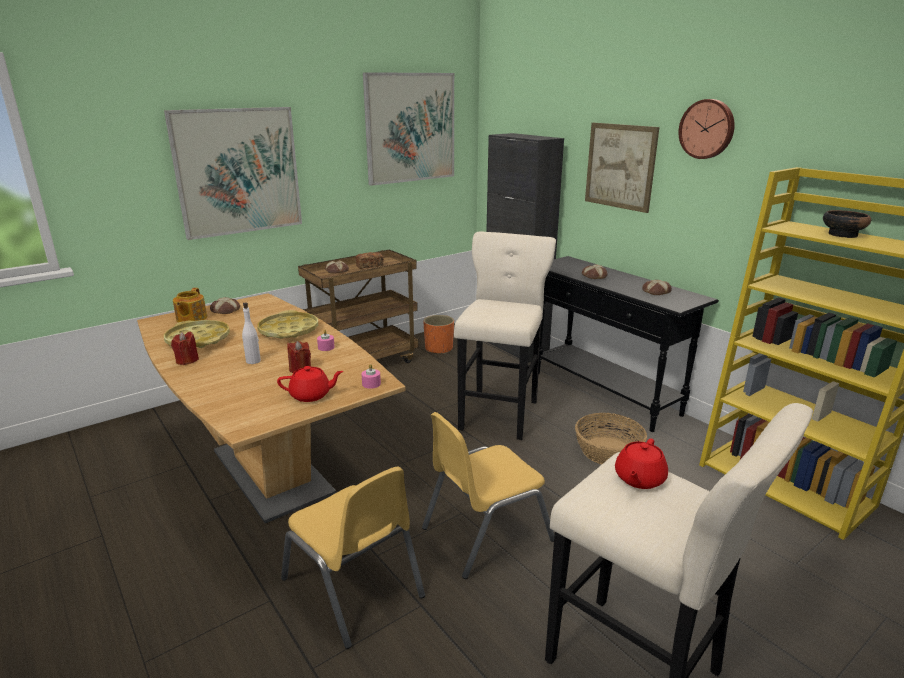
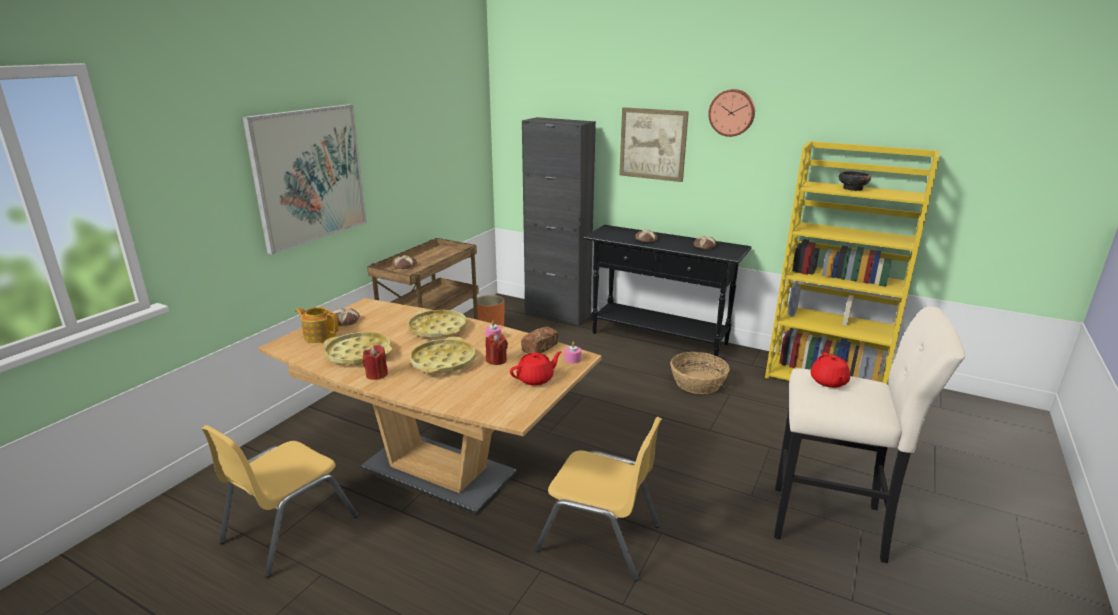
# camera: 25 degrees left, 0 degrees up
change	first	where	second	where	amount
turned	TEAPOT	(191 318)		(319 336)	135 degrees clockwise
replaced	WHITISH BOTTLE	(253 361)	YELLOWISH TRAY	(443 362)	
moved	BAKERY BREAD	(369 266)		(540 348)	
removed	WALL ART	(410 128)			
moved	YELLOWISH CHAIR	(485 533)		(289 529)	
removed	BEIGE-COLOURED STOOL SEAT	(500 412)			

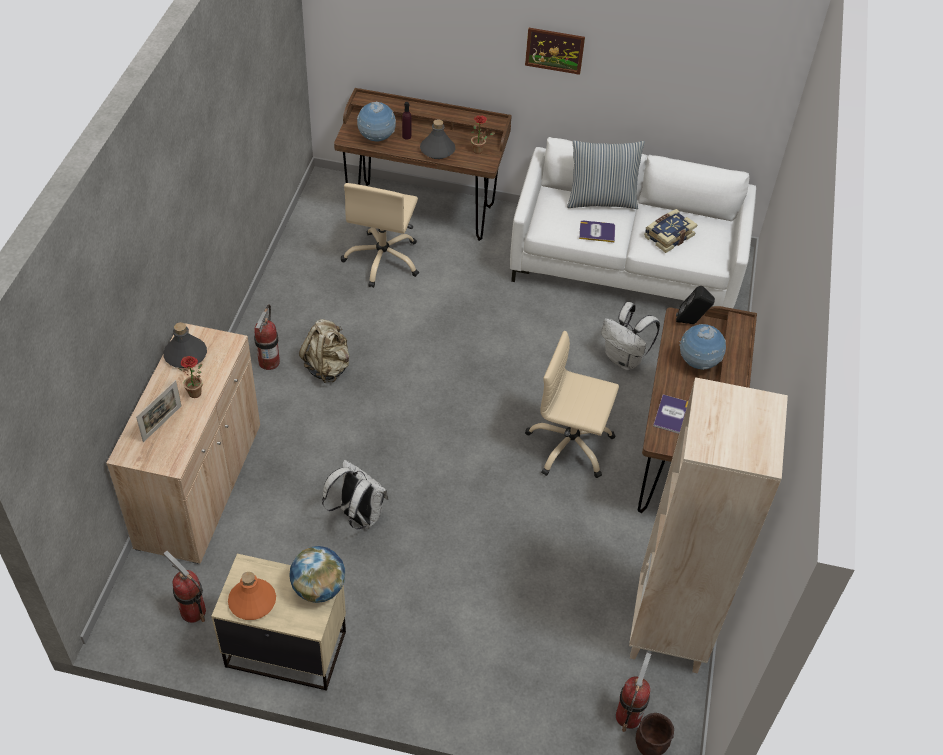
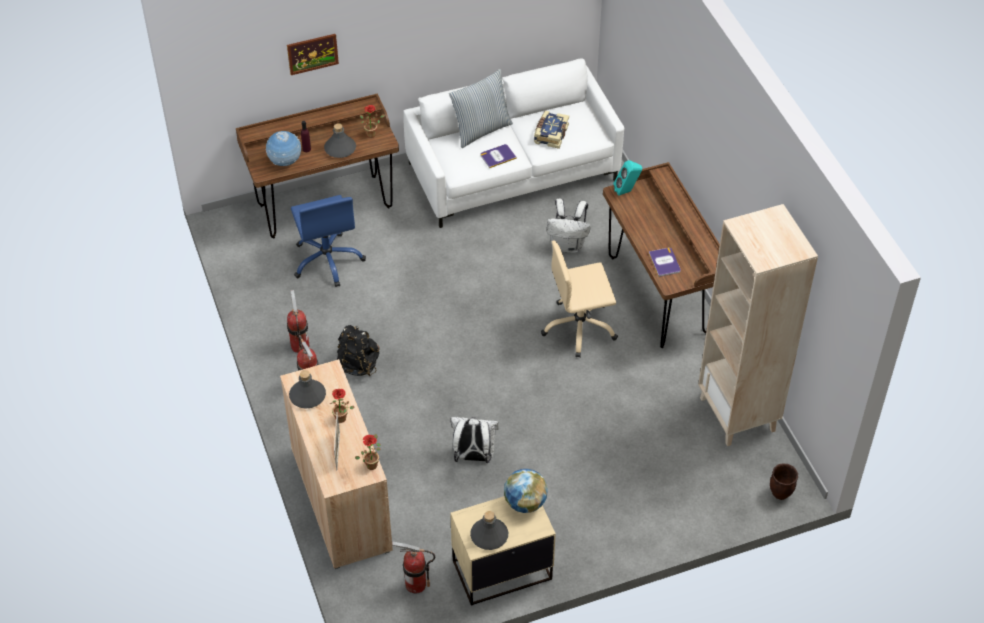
# camera: 30 degrees left, 0 degrees up
change	first	where	second	where	amount
recoloured	ORANGEY BOTTLE	(252 602)	GRAY BOTTLE	(489 536)	
recoloured	BEIGE-COLOURED BACKPACK	(327 367)	BLACK BACKPACK	(358 364)	
recoloured	BEIGE-COLOURED DESK CHAIR	(383 260)	BLUISH DESK CHAIR	(328 260)	
moved	WALL ART	(554 50)		(312 53)	
moved	FIRE-FIGHTING CYLINDER	(628 716)		(300 345)	
recoloured	BLACK SPEAKER	(691 322)	BLUE-GREEN SPEAKER	(627 191)	
removed	DESK GLOBE	(698 363)			
added			PLANT IN A POT	(371 463)	

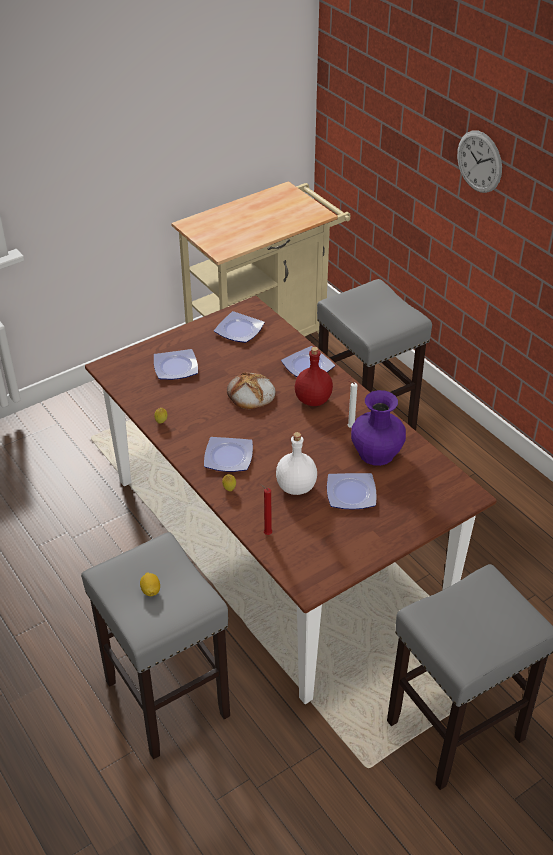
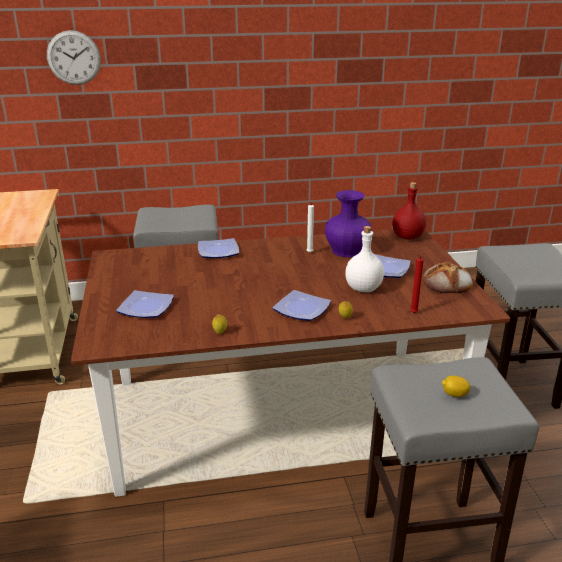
# camera: 65 degrees left, 15 degrees down
change	first	where	second	where	amount
removed	PLATE	(238 330)			
moved	BAKERY BREAD	(251 394)		(447 283)	
moved	REDDISH BOTTLE	(312 400)		(408 237)	
moved	HANGING CLOCK	(479 161)		(74 58)	

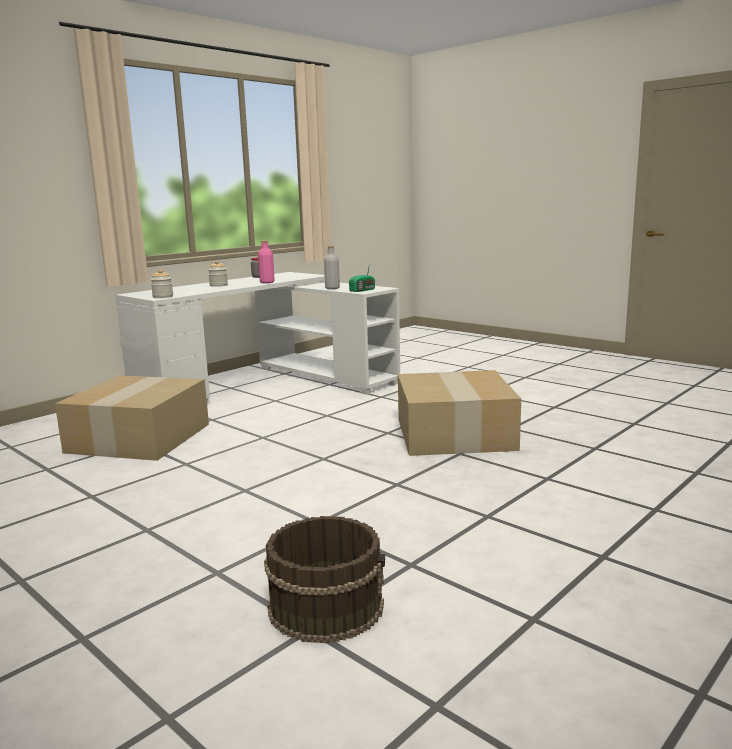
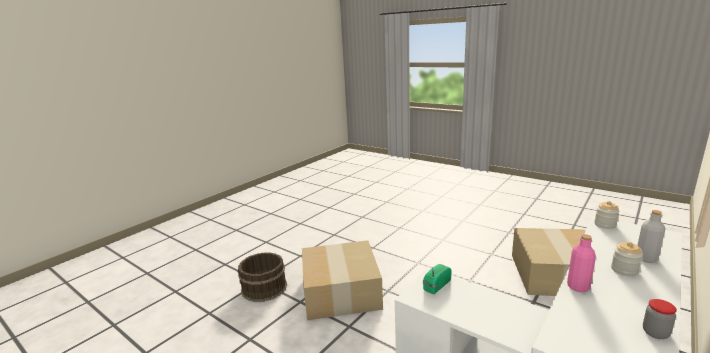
# camera: 175 degrees right, 5 degrees up
change	first	where	second	where	amount
moved	BROWNISH BUCKET	(326 606)		(264 288)	
moved	GRAY BOTTLE	(332 288)		(646 258)	

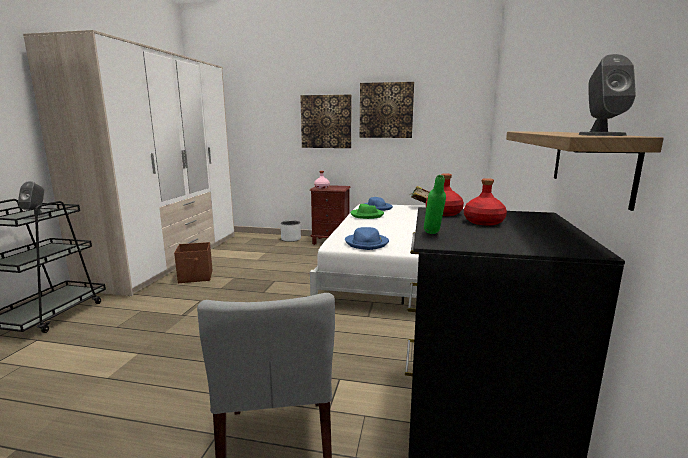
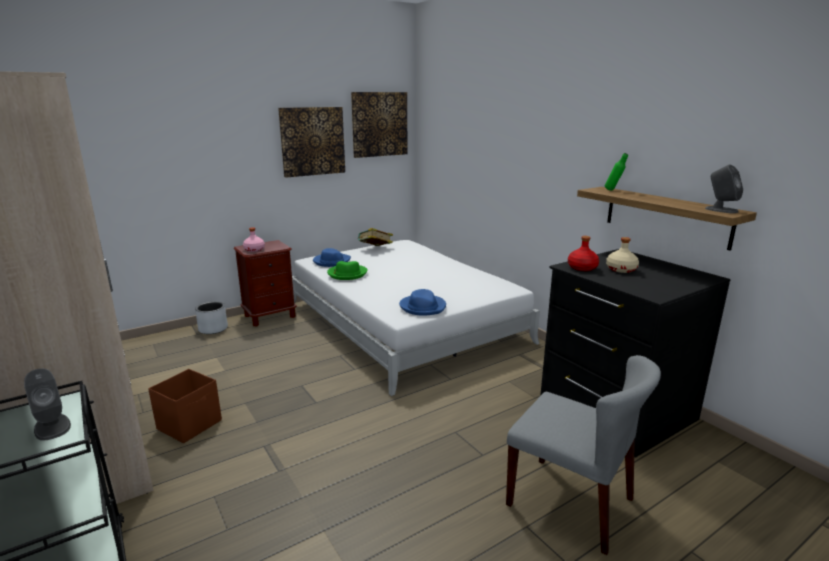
# camera: 45 degrees left, 5 degrees up
change	first	where	second	where	amount
moved	WALL ART	(326 121)		(379 124)	
moved	GREEN-COLOURED BOTTLE	(433 234)		(613 190)	
recoloured	REDDISH BOTTLE	(484 222)	BEIGE-COLOURED BOTTLE	(621 269)	

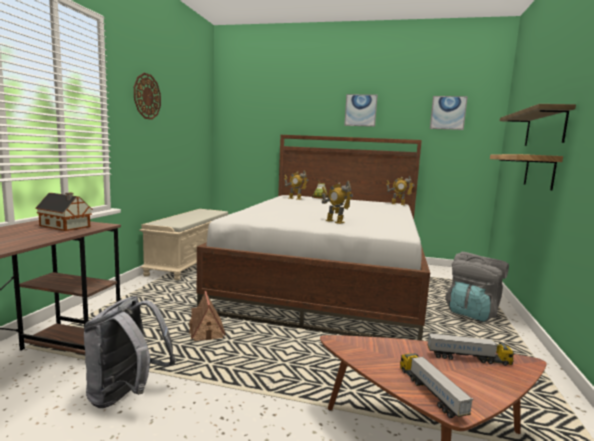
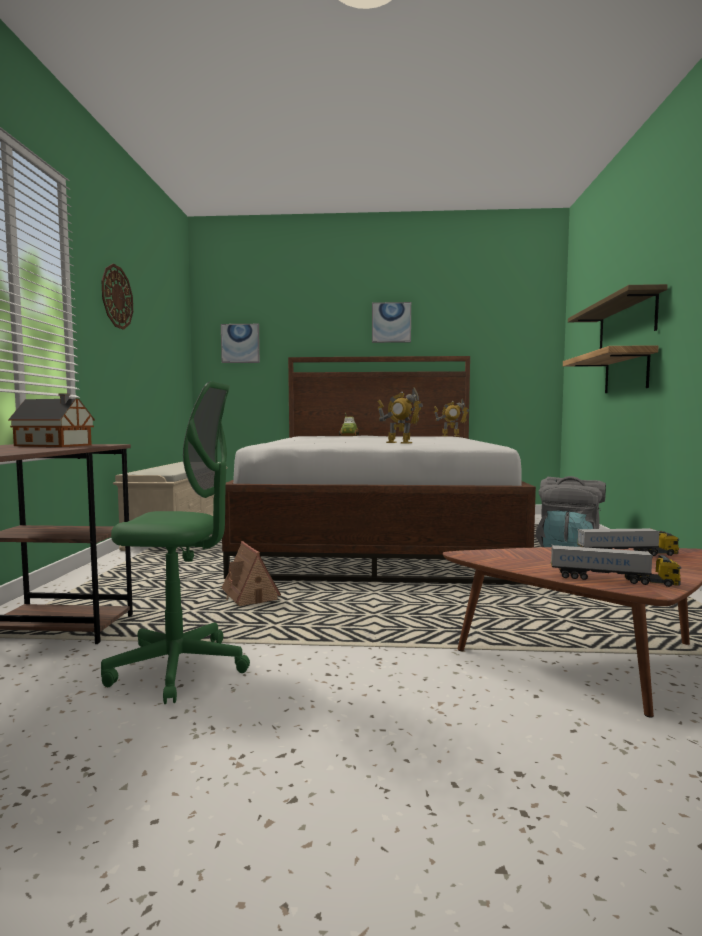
# camera: 10 degrees left, 5 degrees down
change	first	where	second	where	amount
replaced	GRAY BACKPACK	(126 395)	GREEN-COLOURED DESK CHAIR	(179 668)	
removed	TOY ROBOT	(295 198)			
turned	MODEL TRUCK	(430 392)		(612 579)	135 degrees clockwise
moved	WALL ART	(448 113)		(240 343)	

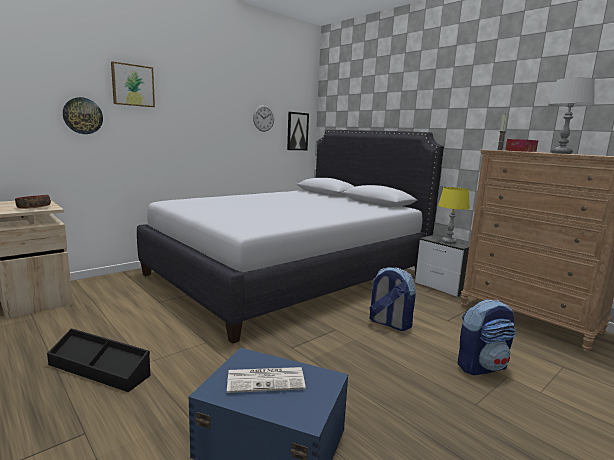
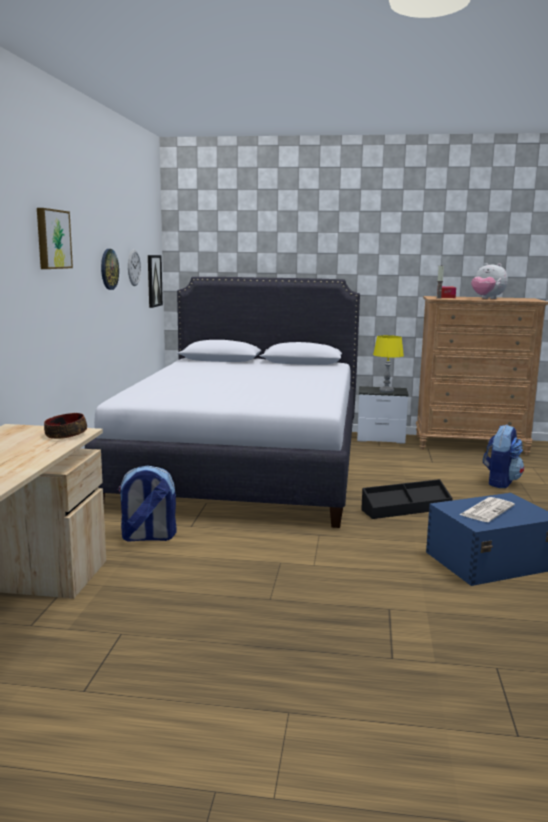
# camera: 40 degrees left, 0 degrees up
change	first	where	second	where	amount
moved	BLACK STORAGE BOX	(100 369)		(406 509)	
moved	HANGING CLOCK	(83 116)		(108 269)	
moved	BACKPACK	(389 323)		(147 537)	
replaced	GRAY TABLE LAMP	(561 153)	PLUSH TOY	(487 298)	

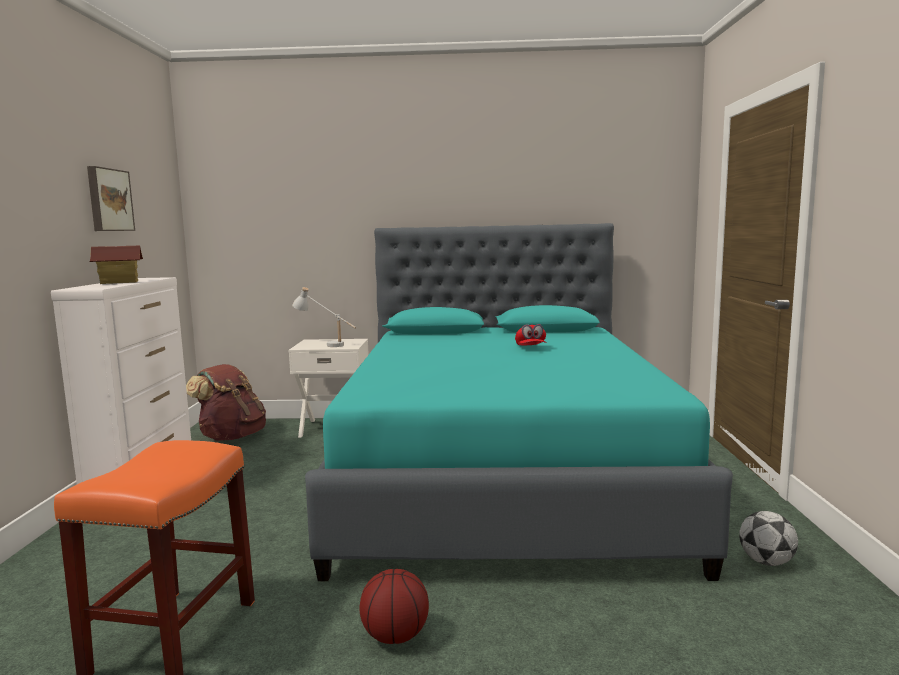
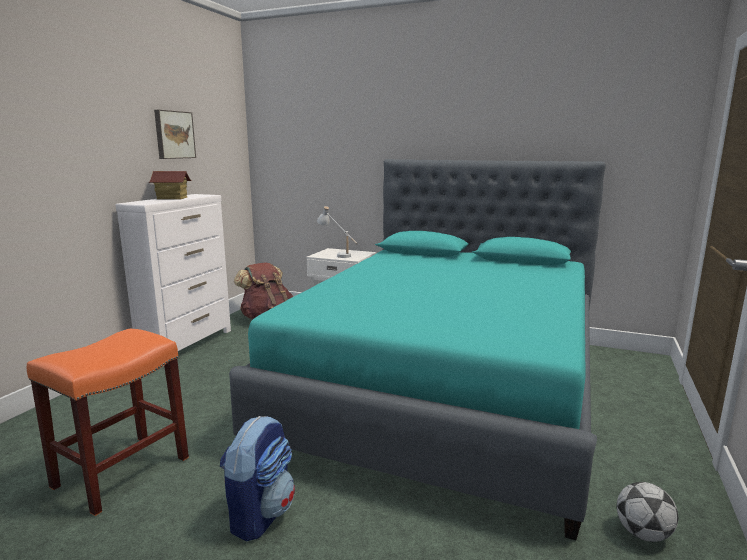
# camera: 20 degrees right, 5 degrees up
change	first	where	second	where	amount
replaced	BASKETBALL BALL	(395 636)	BACKPACK	(260 514)	
removed	REDDISH BASEBALL CAP	(531 348)			

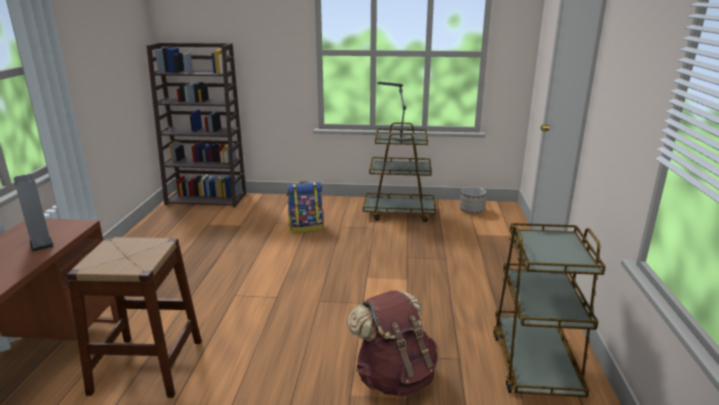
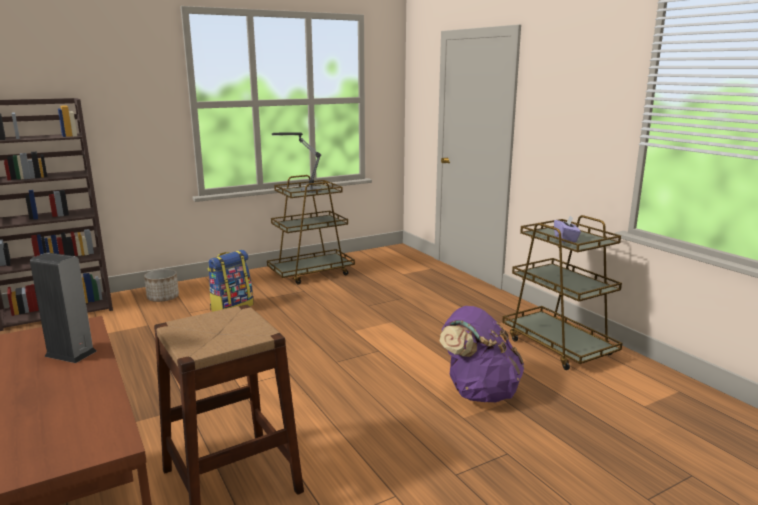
# camera: 35 degrees left, 5 degrees down
change	first	where	second	where	amount
recoloured	BROWNISH BACKPACK	(394 377)	PURPLISH BACKPACK	(479 392)	
moved	PLANT POT	(471 210)		(163 298)	
added			PURPLISH TISSUE BOX	(566 239)	

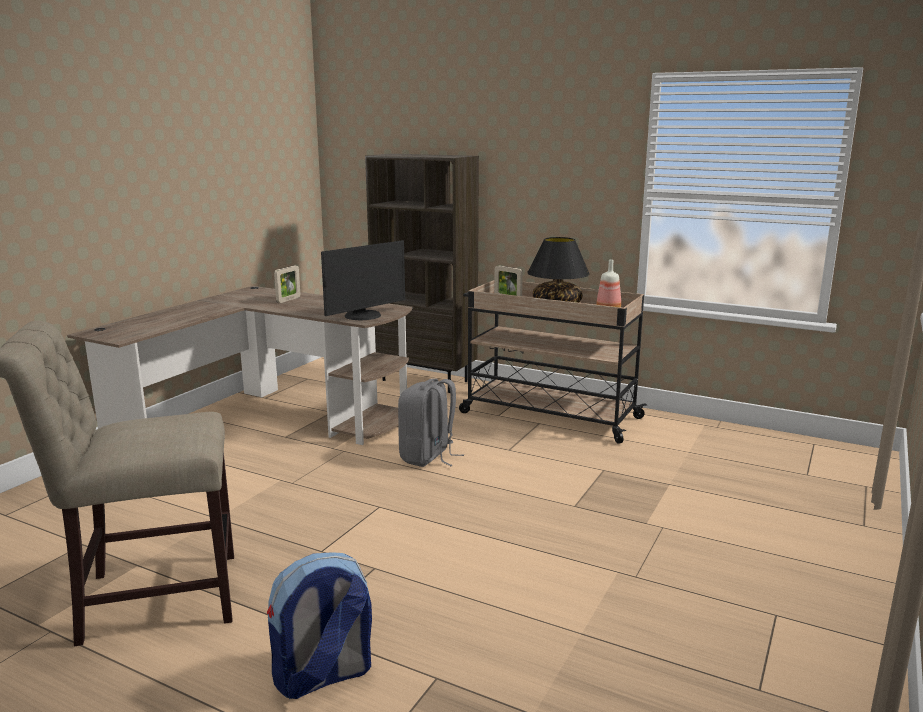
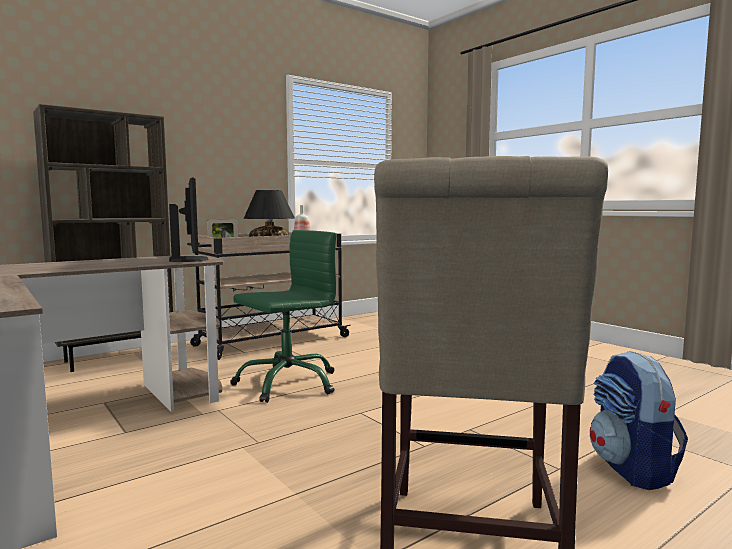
# camera: 65 degrees left, 10 degrees down
change	first	where	second	where	amount
removed	PICTURE FRAME	(288 300)			
replaced	GRAY BACKPACK	(428 457)	GREEN-COLOURED DESK CHAIR	(287 383)	

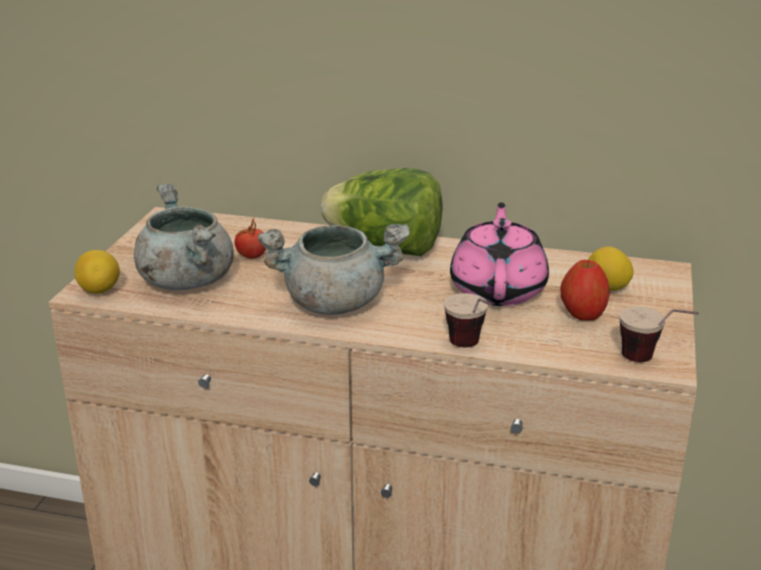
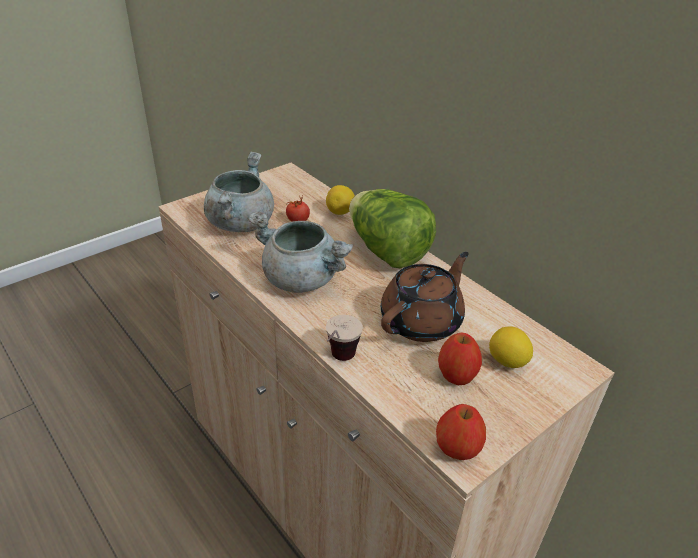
# camera: 35 degrees right, 10 degrees up
change	first	where	second	where	amount
moved	WHOLE LEMON	(100 291)		(340 212)	
recoloured	PINKISH TEAPOT	(498 289)	BROWNISH TEAPOT	(422 321)	
replaced	CUP	(652 363)	APPLE	(456 450)	

